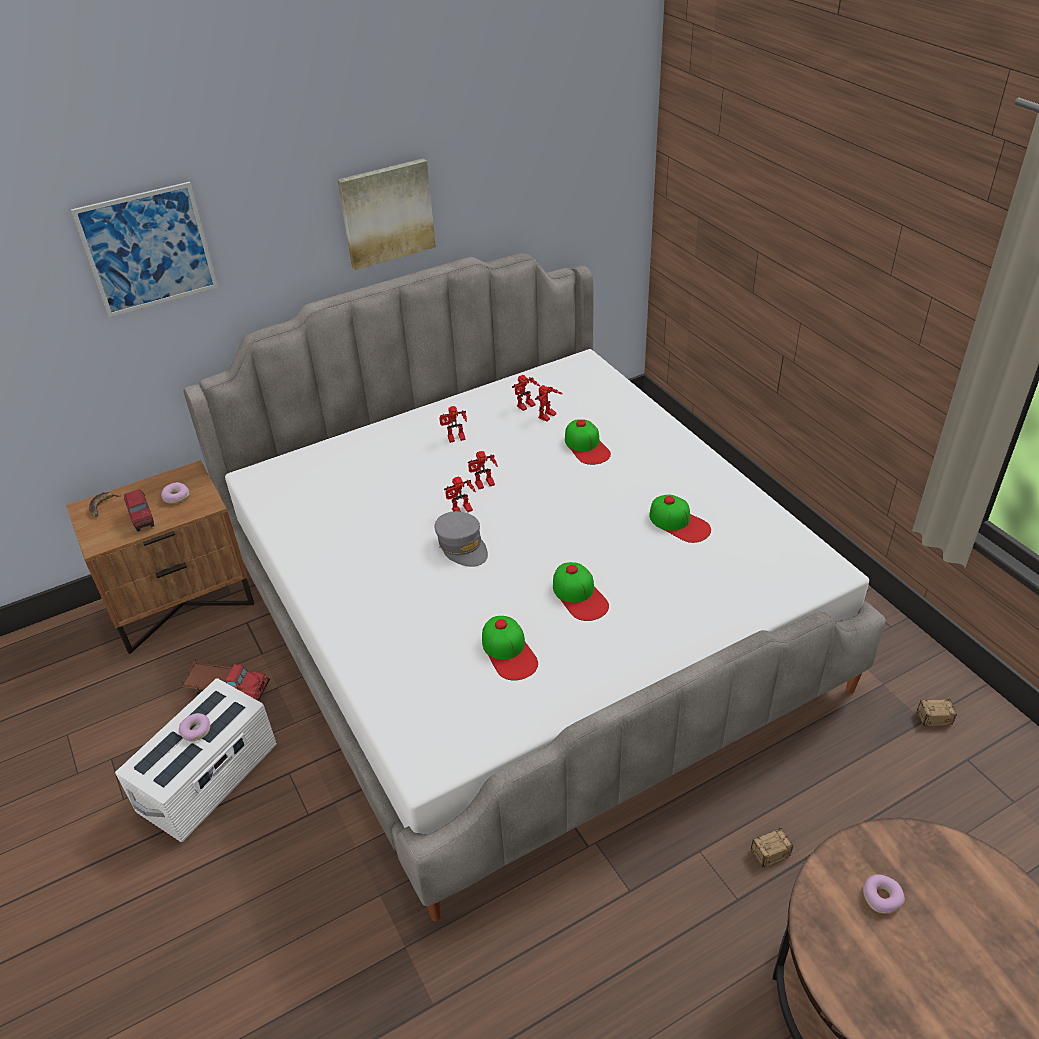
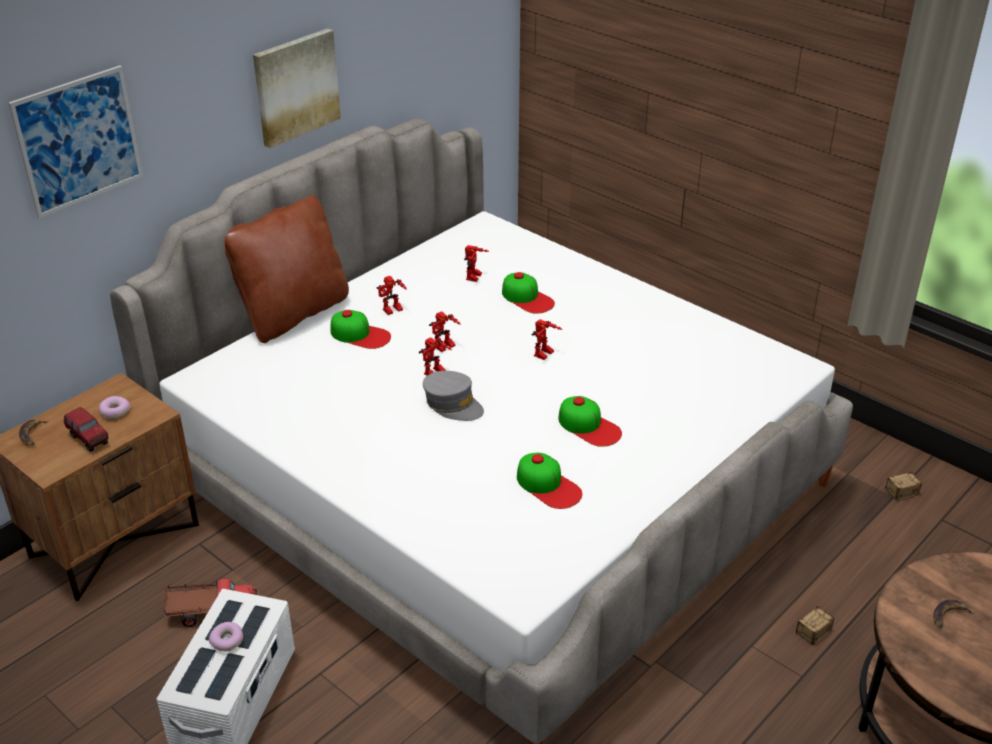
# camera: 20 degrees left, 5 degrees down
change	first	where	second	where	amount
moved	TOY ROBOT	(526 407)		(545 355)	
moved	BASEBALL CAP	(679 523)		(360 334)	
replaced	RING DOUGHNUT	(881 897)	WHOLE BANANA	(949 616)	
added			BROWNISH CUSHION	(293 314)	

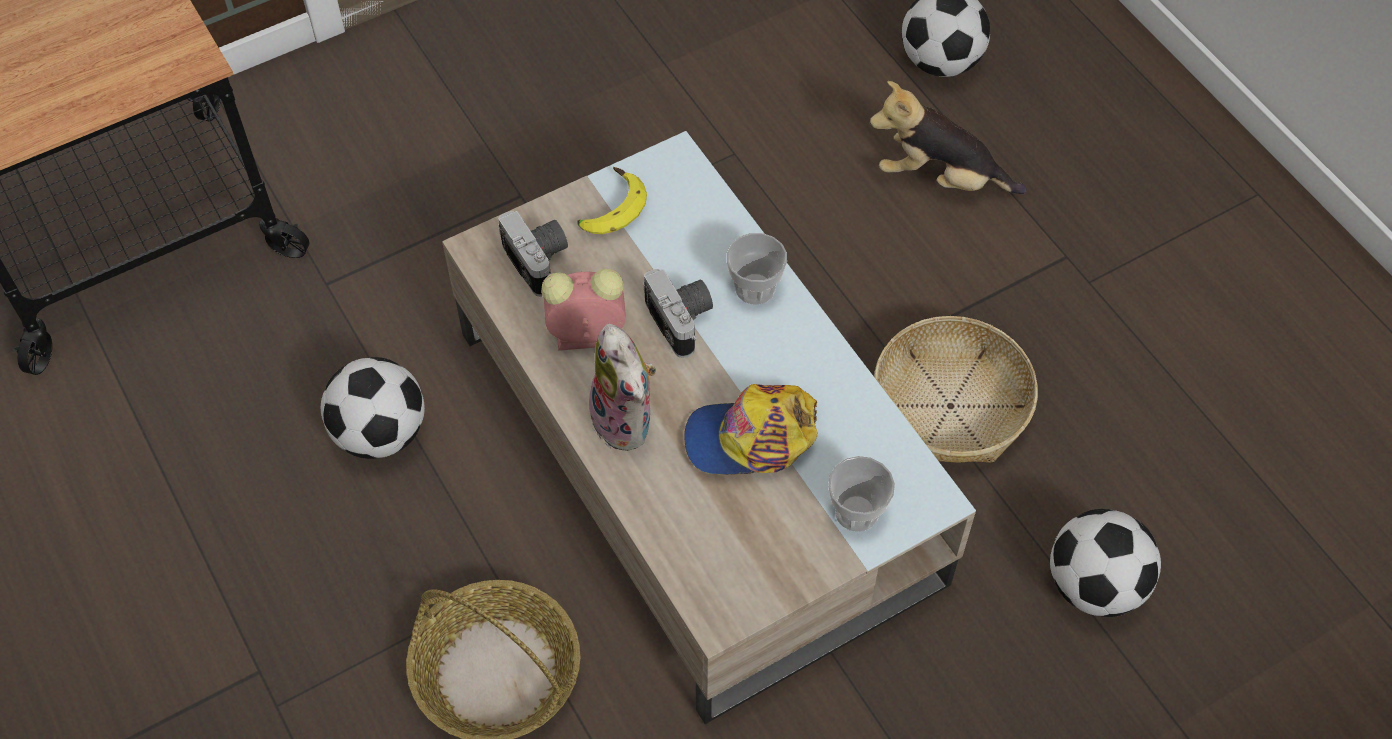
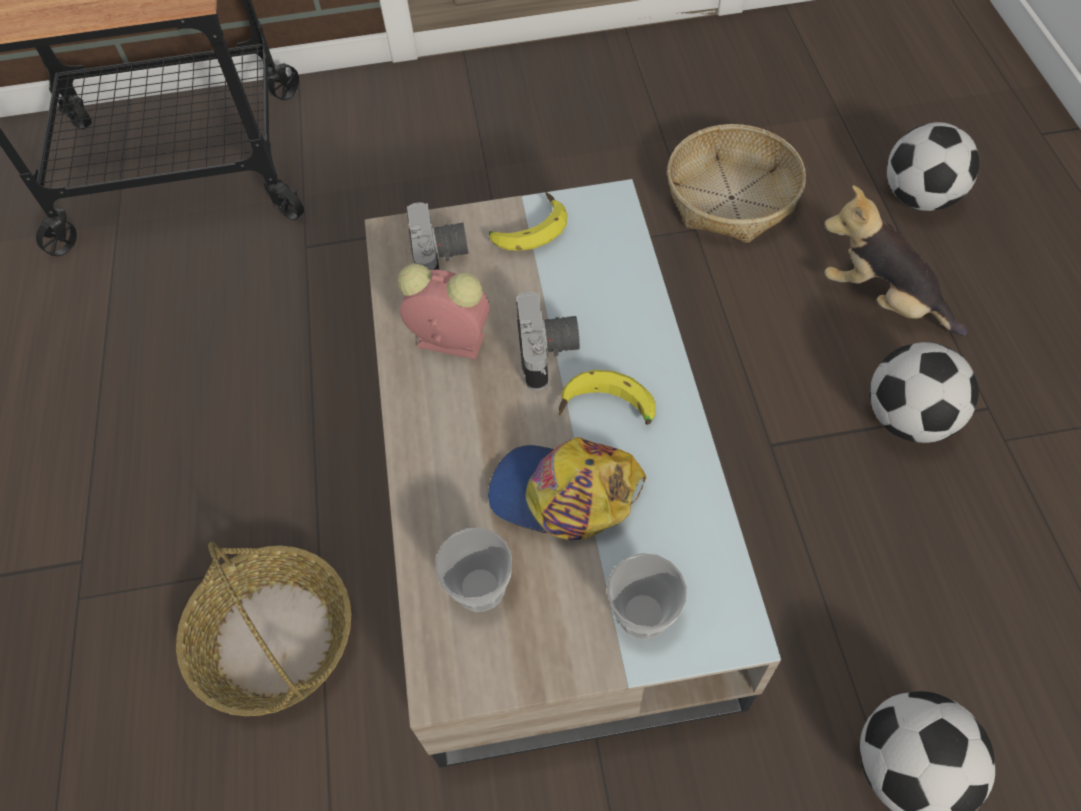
# camera: 25 degrees right, 0 degrees up
change	first	where	second	where	amount
moved	FOOTBALL	(380 433)		(907 418)	
removed	PLUSH TOY	(627 421)			
moved	CUP	(755 288)		(480 588)	
moved	BASKET	(949 406)		(730 198)	
added			WHOLE BANANA	(606 410)	

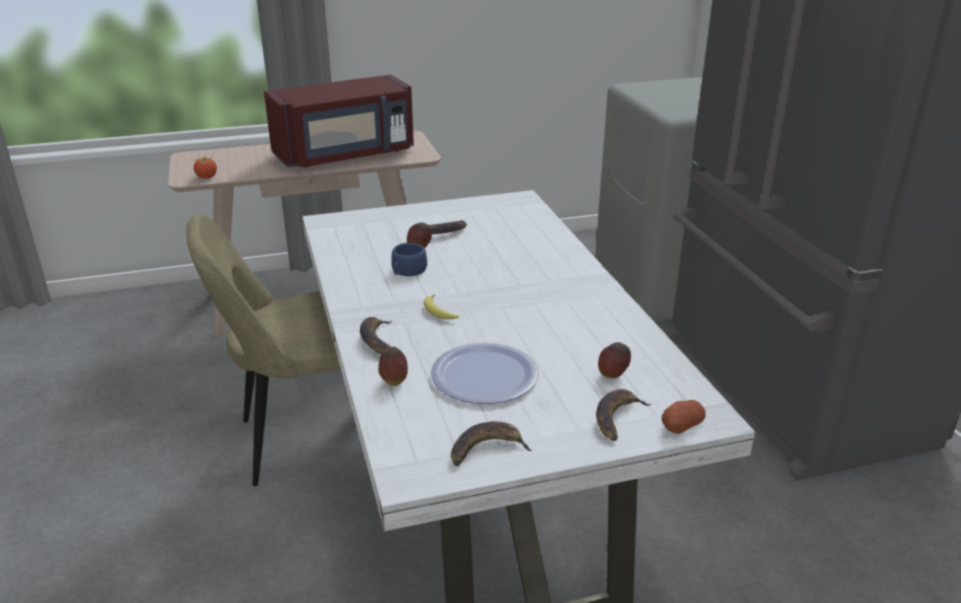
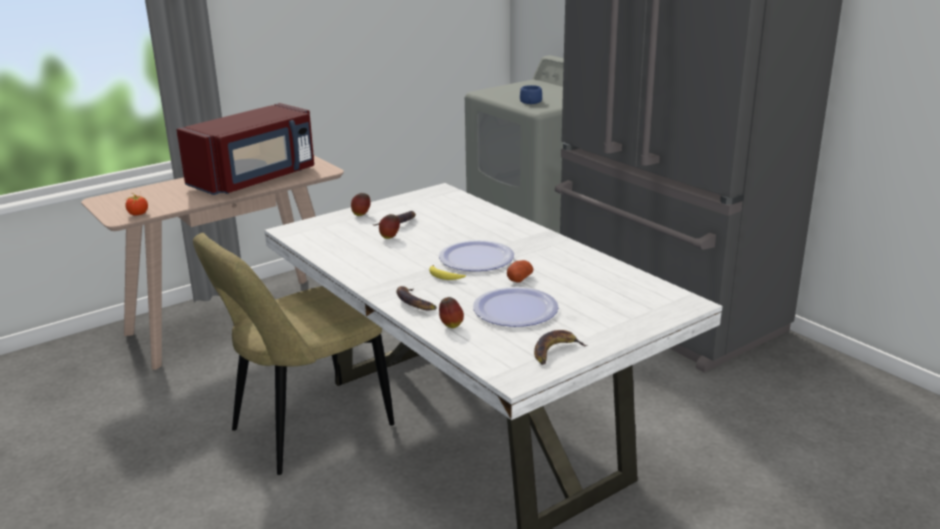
# camera: 20 degrees left, 5 degrees down
change	first	where	second	where	amount
moved	BLUISH CUP	(407 272)		(530 102)	
removed	WHOLE BANANA	(617 418)			
moved	APPLE	(613 376)		(361 215)	
moved	WHOLE POTATO	(682 426)		(519 278)	
added			PLATE	(476 258)	

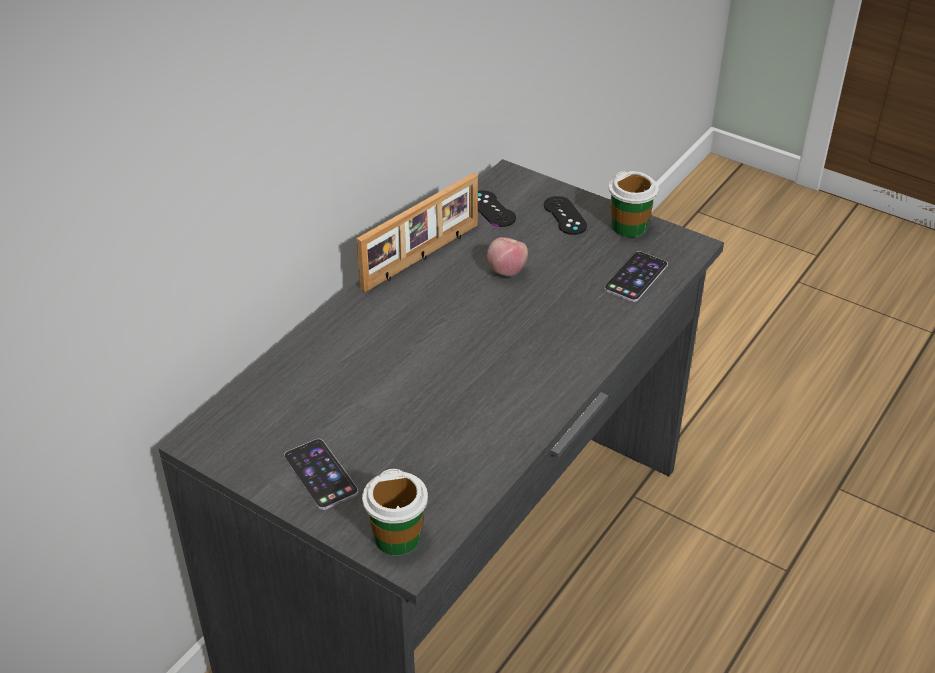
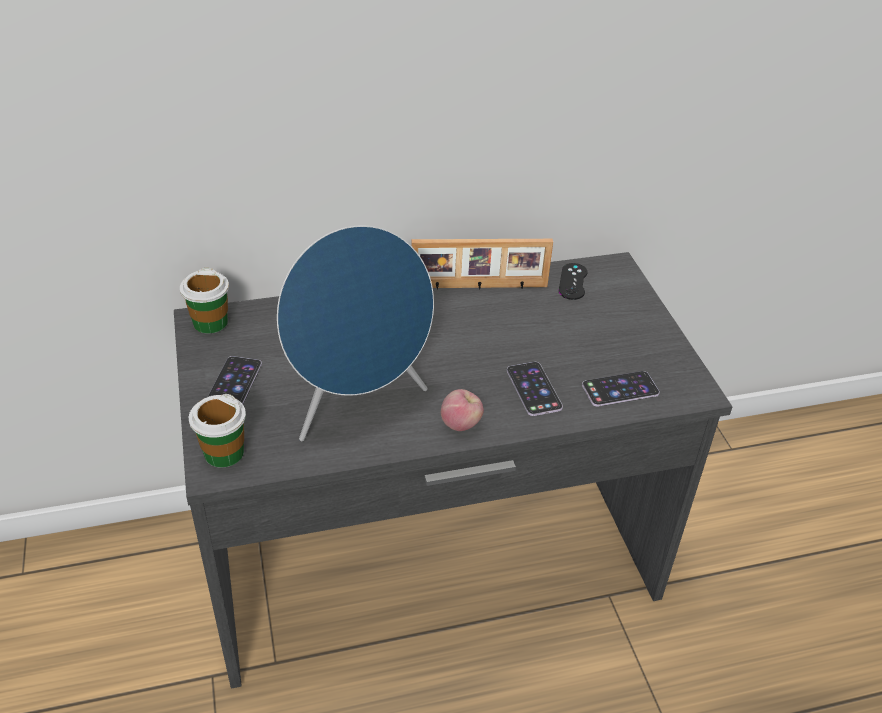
# camera: 40 degrees right, 0 degrees up
change	first	where	second	where	amount
moved	APPLE	(506 271)		(461 424)	
removed	BLACK GAMEPAD	(565 216)			
moved	CUP	(629 227)		(210 322)	
added			BLUISH SPEAKER	(358 405)	
added			HANDSET	(534 389)	

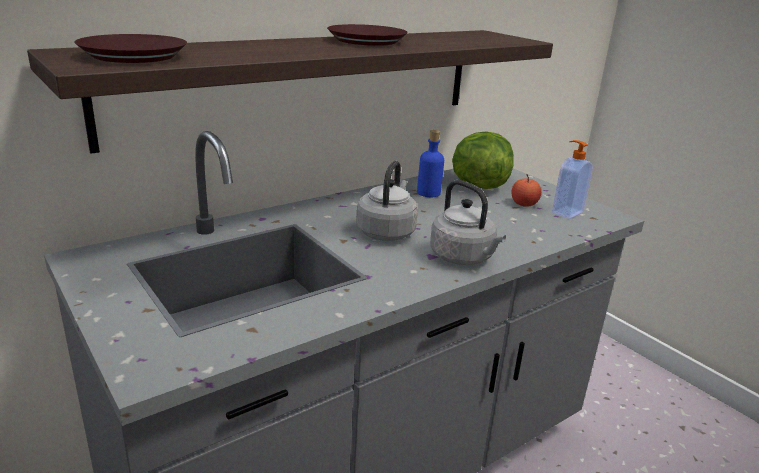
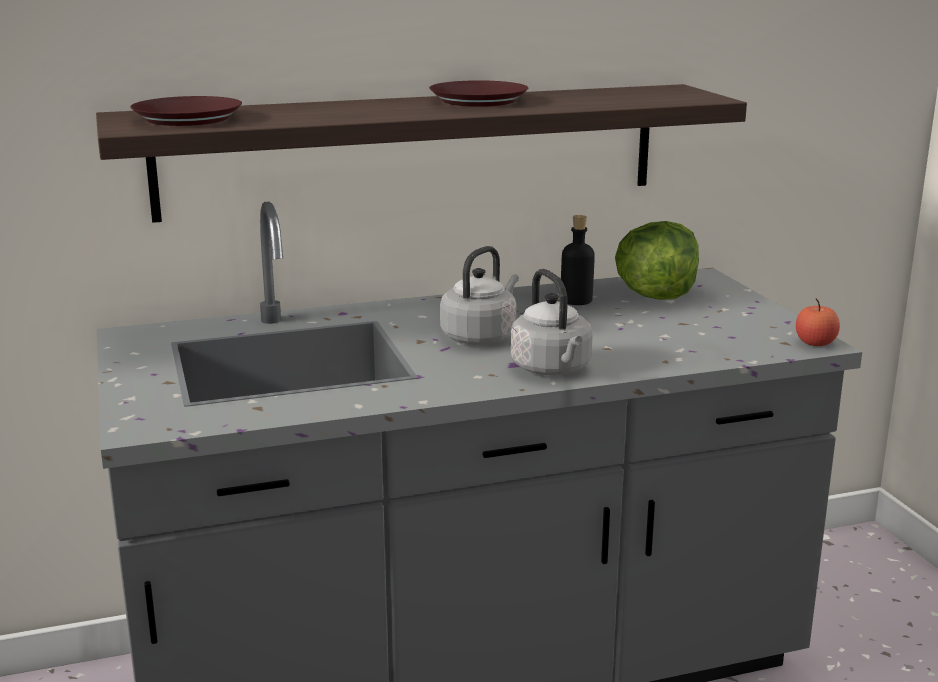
# camera: 20 degrees right, 5 degrees down
change	first	where	second	where	amount
recoloured	BLUISH BOTTLE	(428 193)	BLACK BOTTLE	(576 300)	
moved	APPLE	(524 204)		(815 343)	
removed	SOAP BOTTLE	(566 212)			

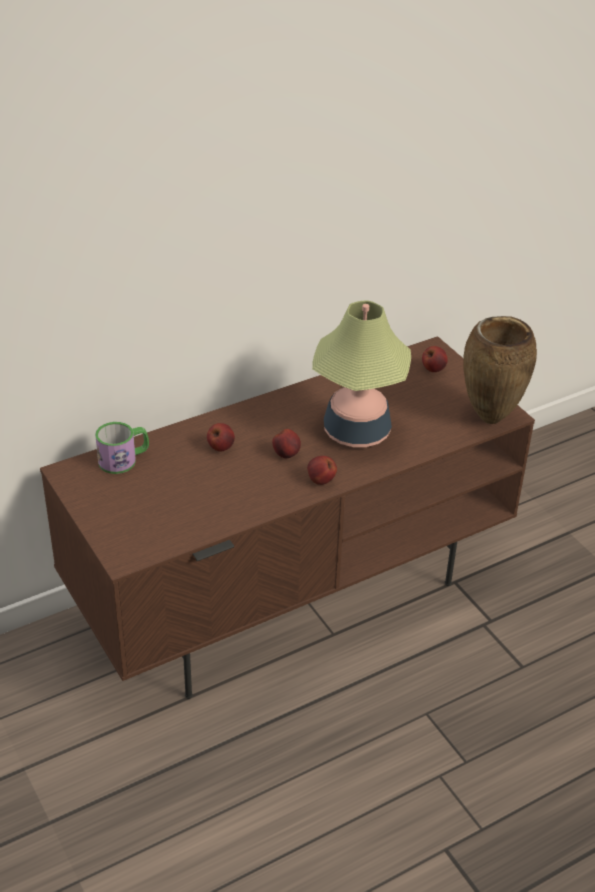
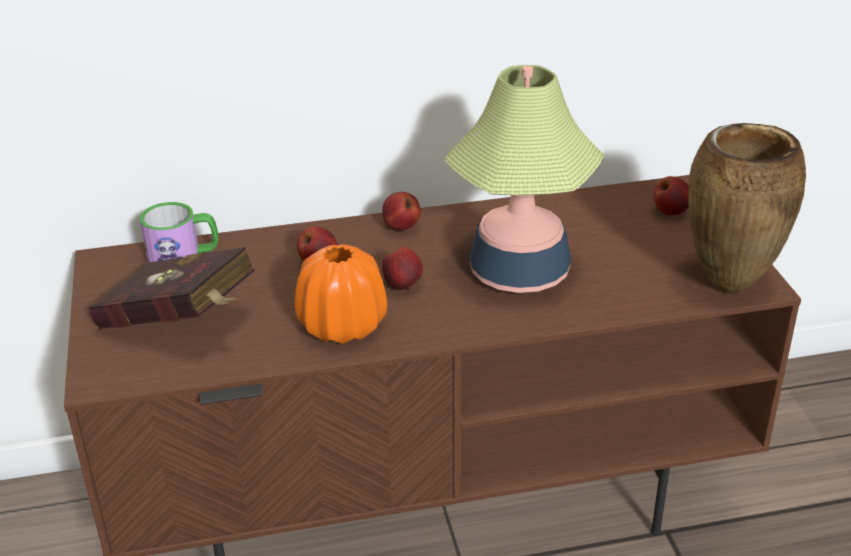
# camera: 20 degrees right, 5 degrees down
change	first	where	second	where	amount
moved	APPLE	(320 481)		(400 227)	
added			REDDISH BOOK	(182 324)	
added			ORANGEY FLOWER VASE	(343 326)	

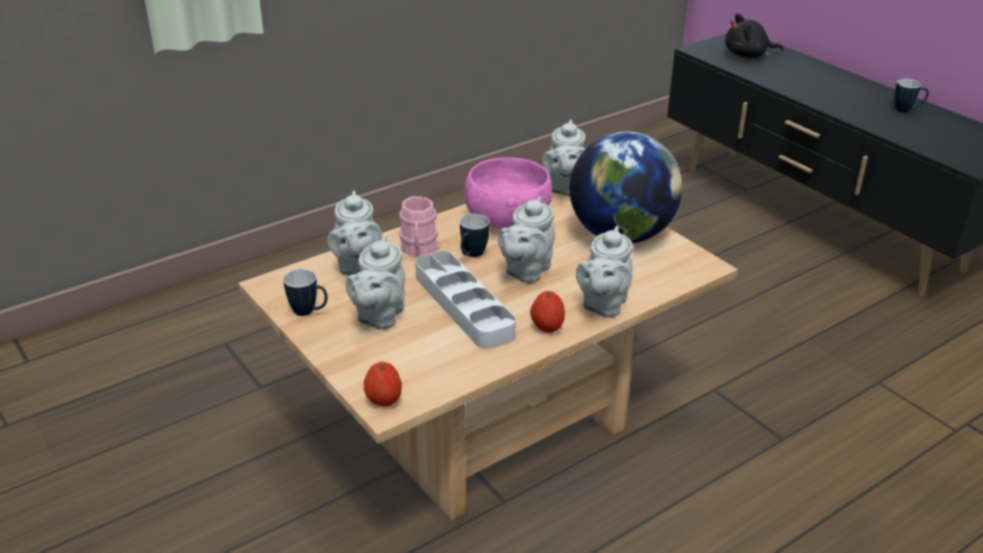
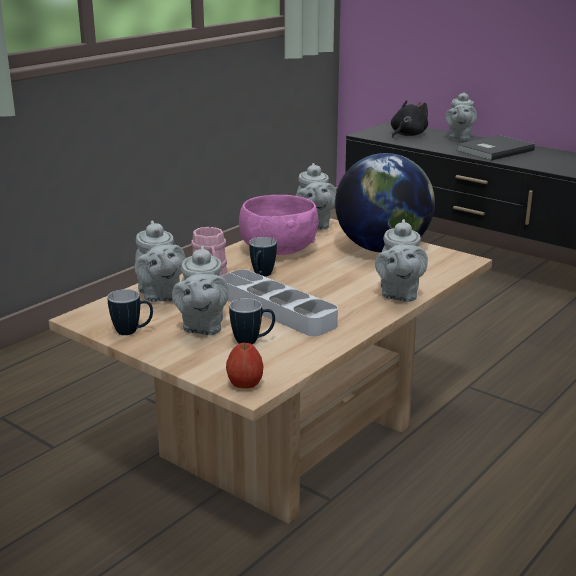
# camera: 15 degrees left, 10 degrees down
change	first	where	second	where	amount
moved	GRAY TEAPOT	(526 271)		(459 138)	
removed	APPLE	(547 328)			
turned	BLACK PLUSH TOY	(748 55)		(407 135)	150 degrees clockwise
moved	MUG	(907 110)		(252 341)	
added			GRAY BOOK	(492 150)	

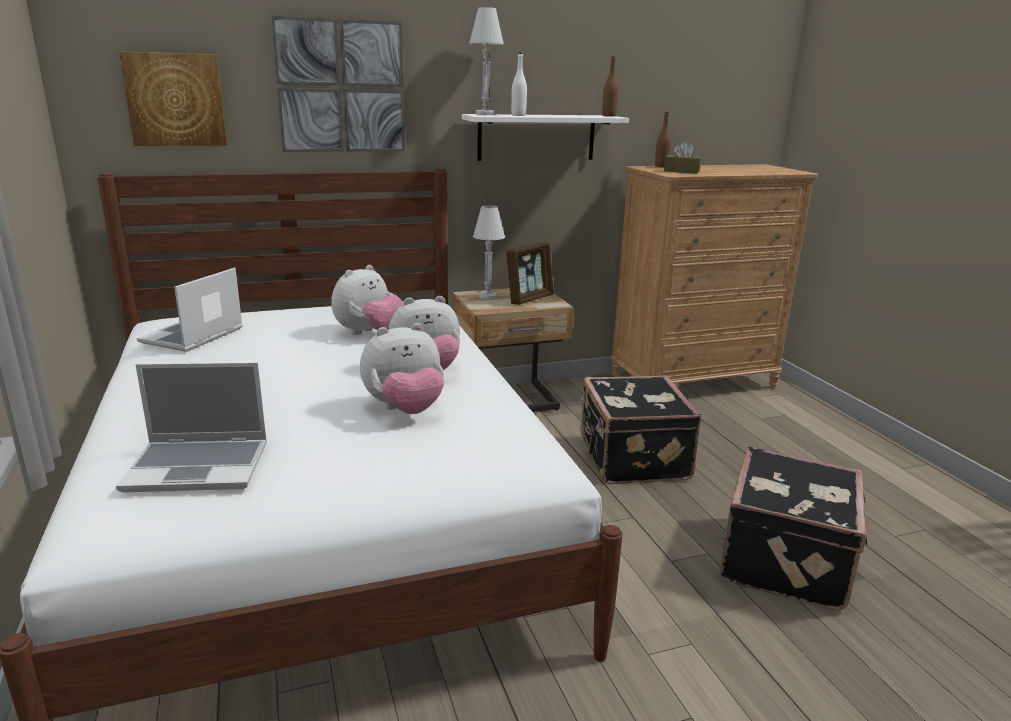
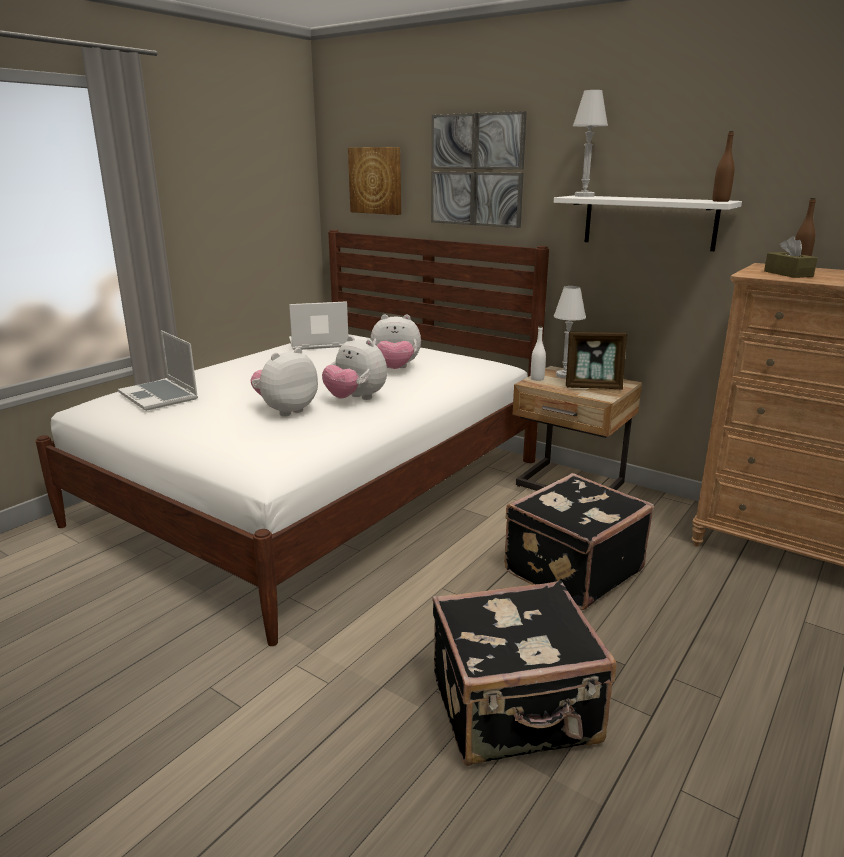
# camera: 55 degrees right, 0 degrees up
change	first	where	second	where	amount
turned	PLUSH TOY	(405 410)		(286 410)	105 degrees clockwise
moved	WHITISH BOTTLE	(518 115)		(537 379)	

